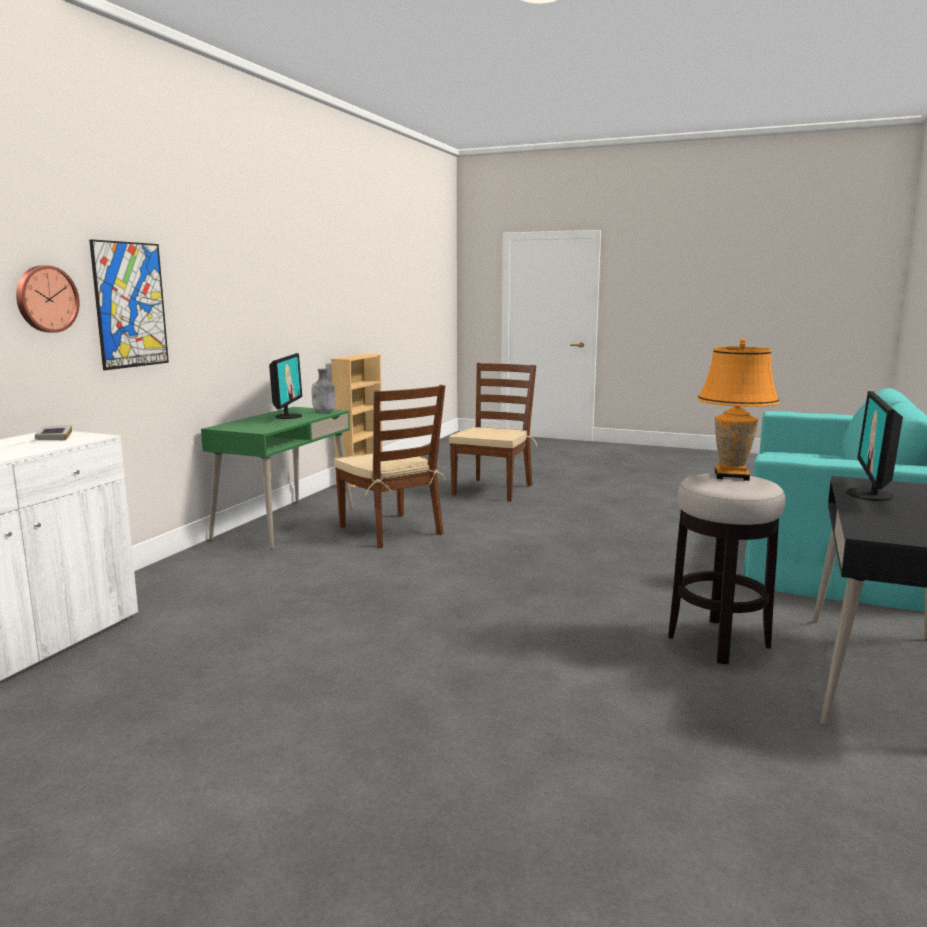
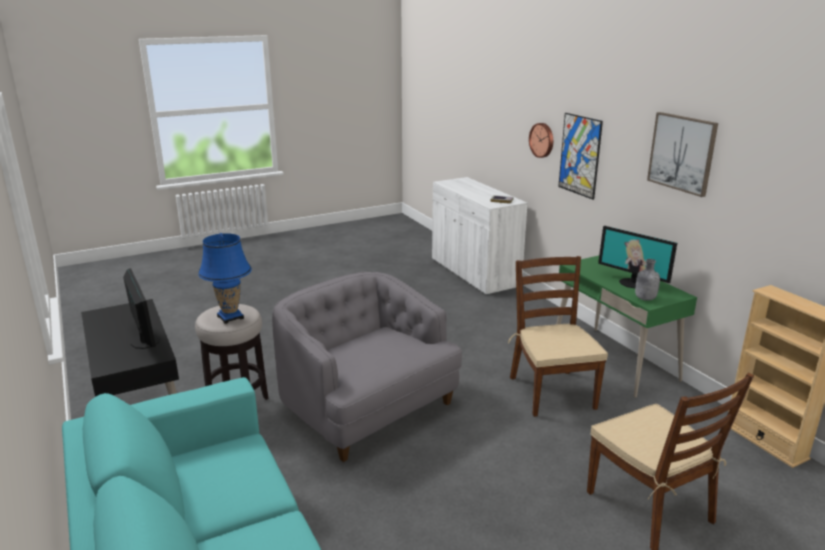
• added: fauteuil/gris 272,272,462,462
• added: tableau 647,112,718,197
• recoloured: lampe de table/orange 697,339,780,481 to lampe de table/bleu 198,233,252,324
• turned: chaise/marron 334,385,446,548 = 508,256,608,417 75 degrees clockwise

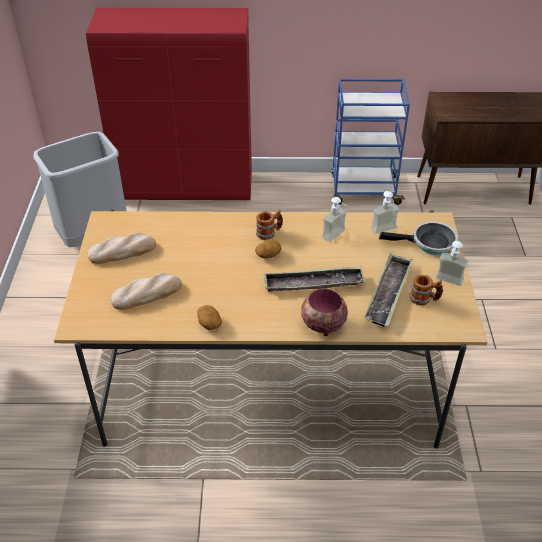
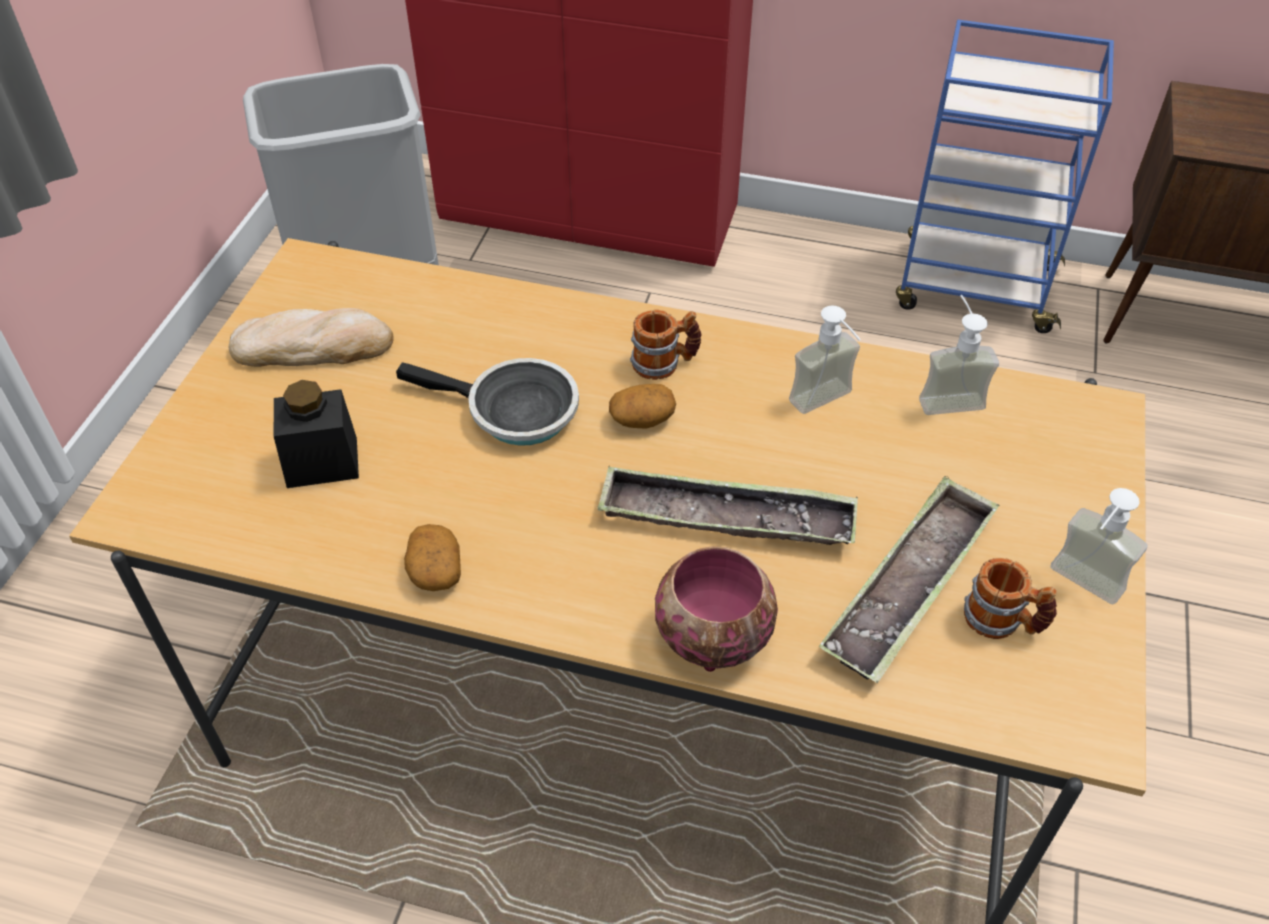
• moved: poêle 379,222,458,255 to 396,358,579,446
• replaced: pain 110,273,182,310 to bocal/noir 273,380,359,488

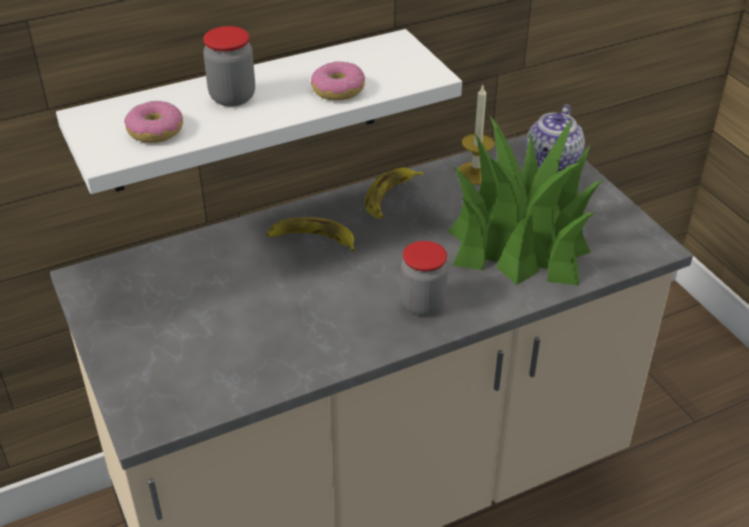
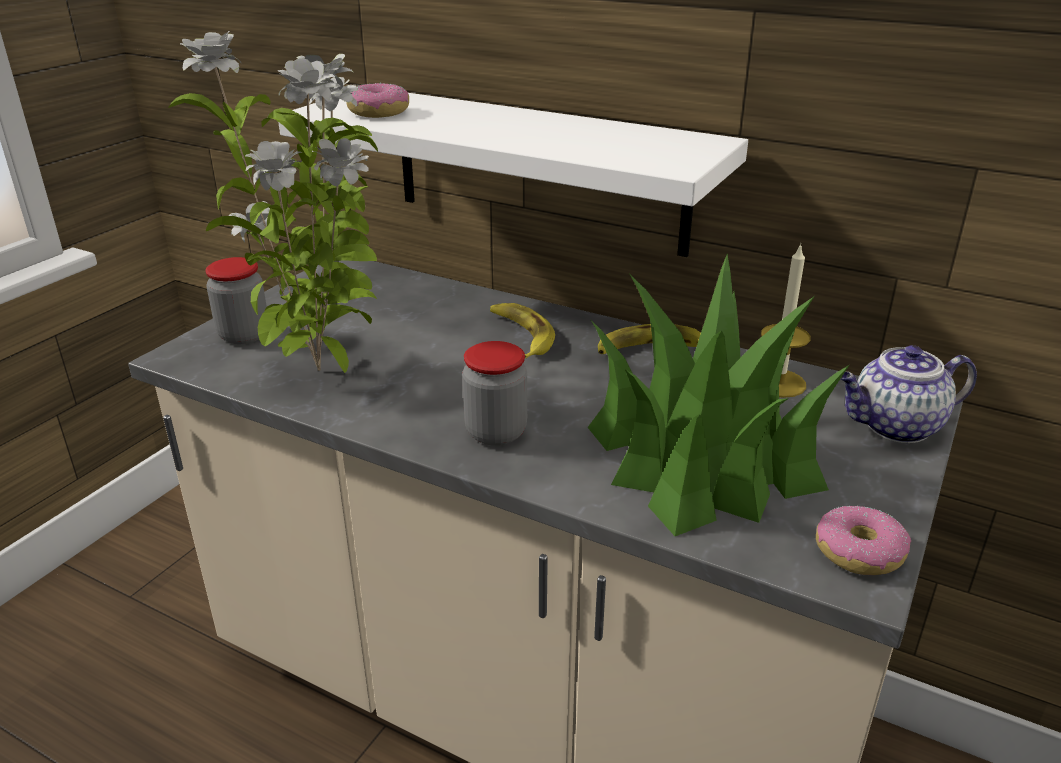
• added: plante en pot 168,31,378,373
• moved: bocal 203,26,255,107 to 205,257,267,344
• moved: beignet 311,61,365,100 to 816,506,911,575

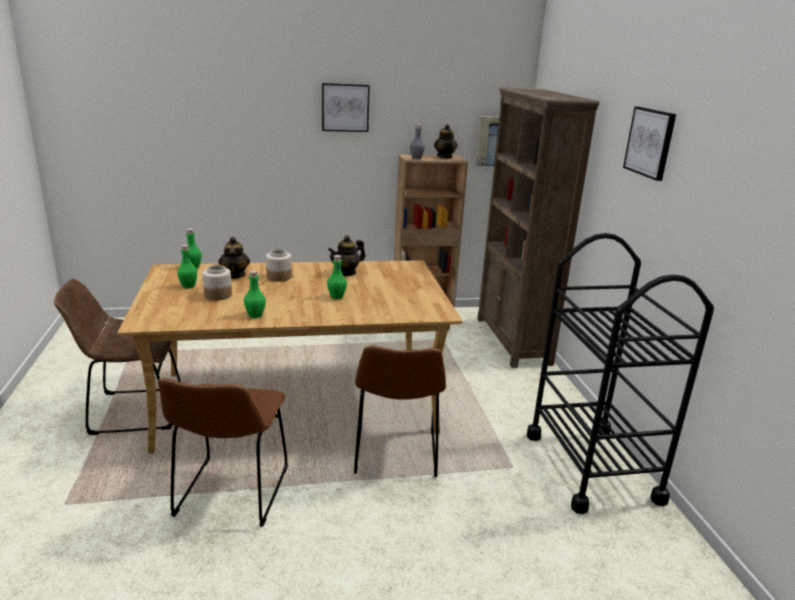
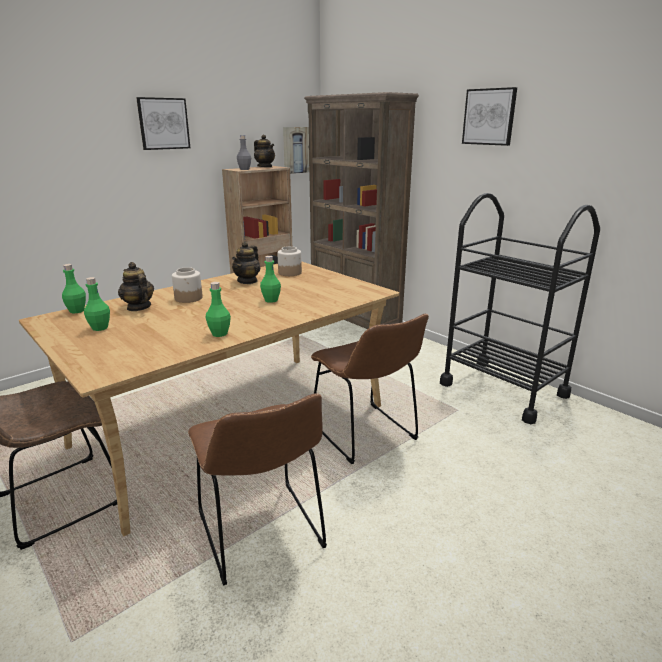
• moved: bocal 203,265,232,300 to 278,246,302,276

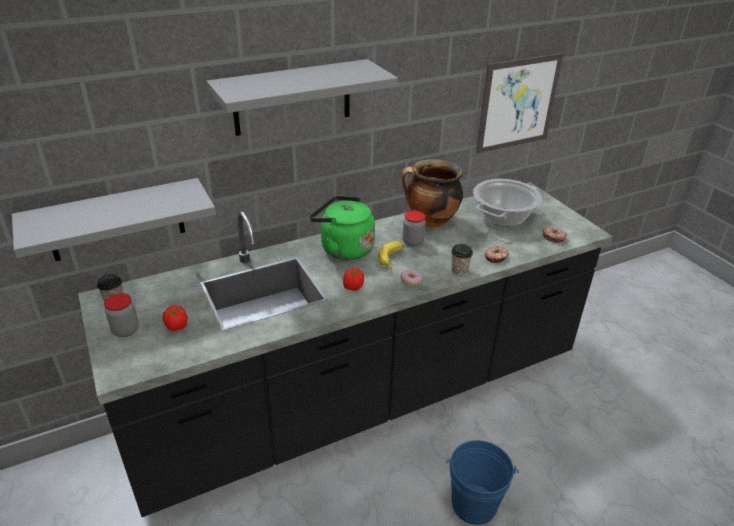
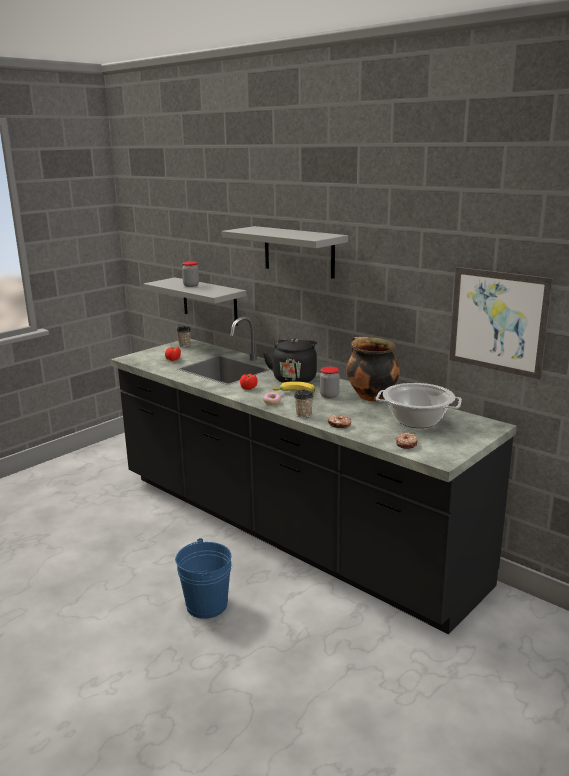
• moved: bocal 104,293,139,337 to 182,261,199,287
• recoloured: bouilloire/vert 310,196,375,260 to bouilloire/noir 263,339,317,383

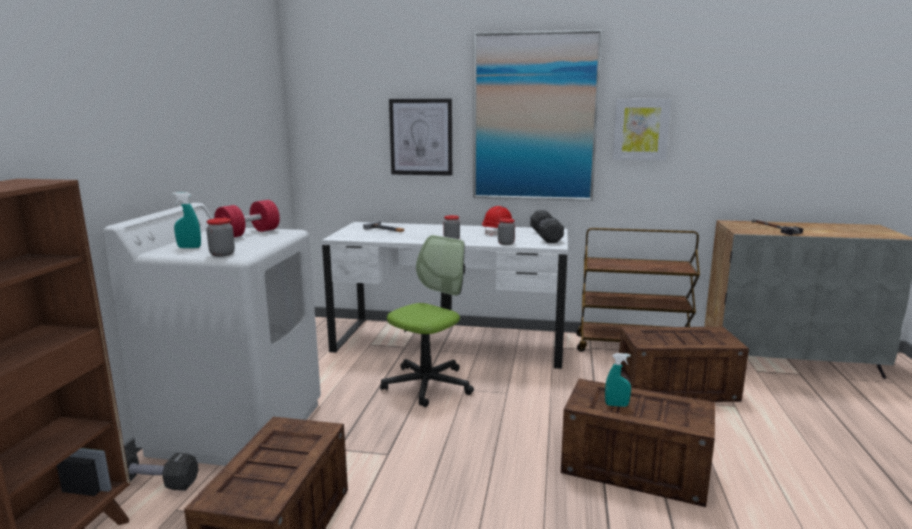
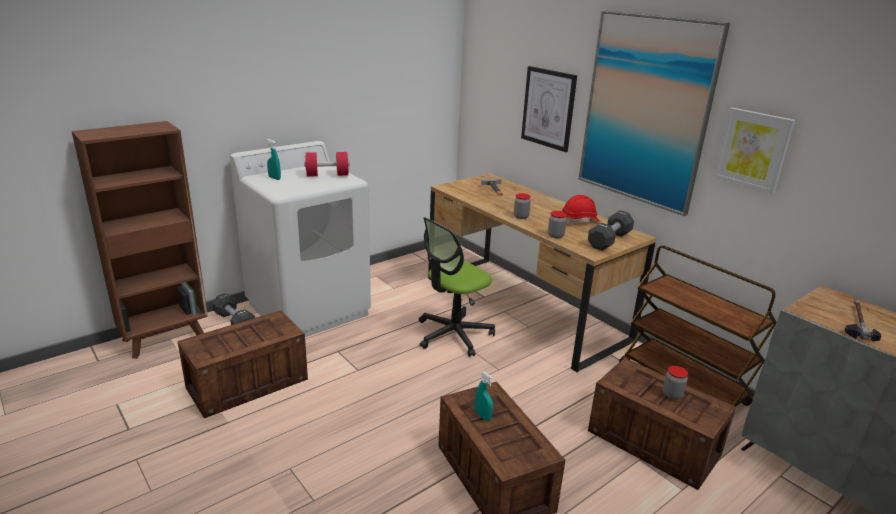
• moved: bocal 206,218,235,257 to 663,366,688,400
• recoloured: bureau/blanc 322,222,568,369 to bureau/marron 428,173,657,373
• turned: chaise de bureau 380,235,474,407 = 419,217,495,357 150 degrees clockwise

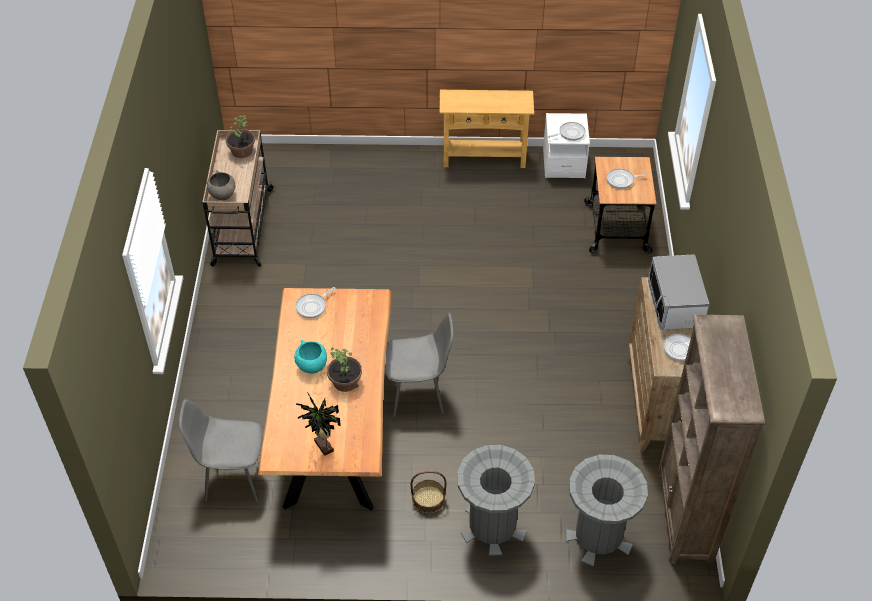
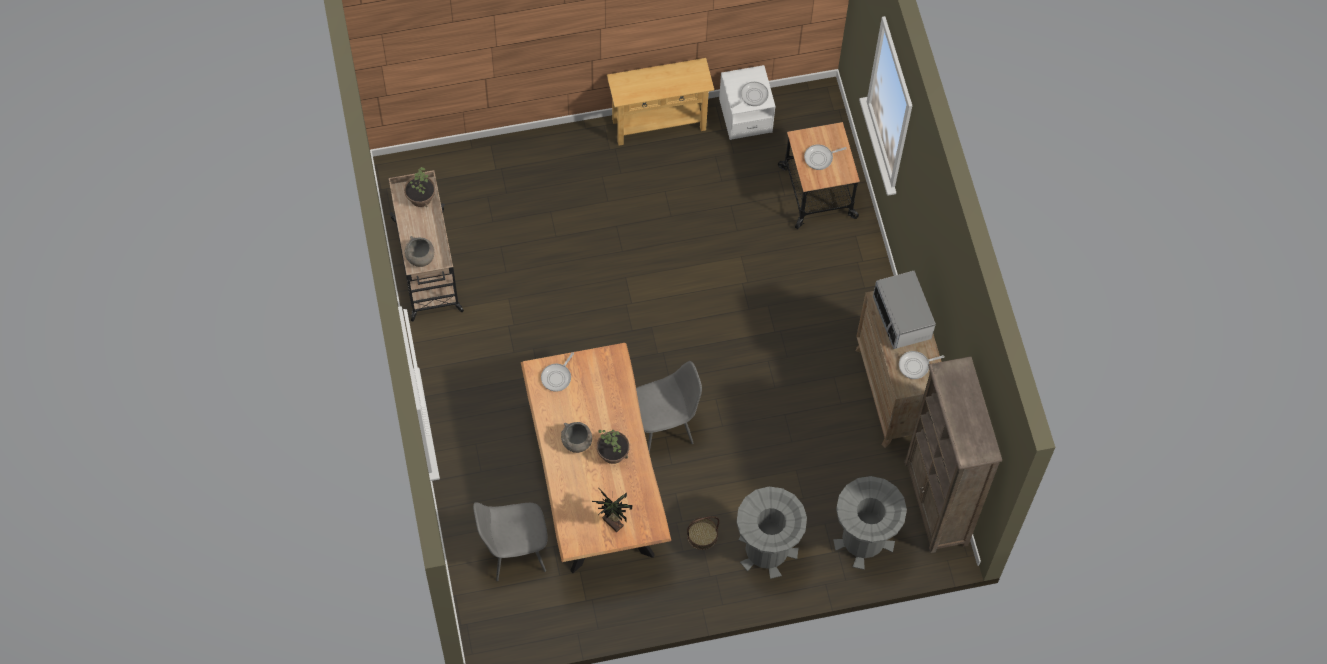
• recoloured: bol/turquoise 294,340,327,373 to bol/gris 561,422,592,453

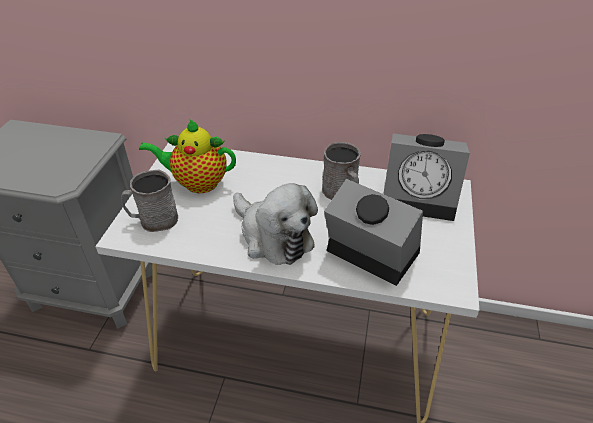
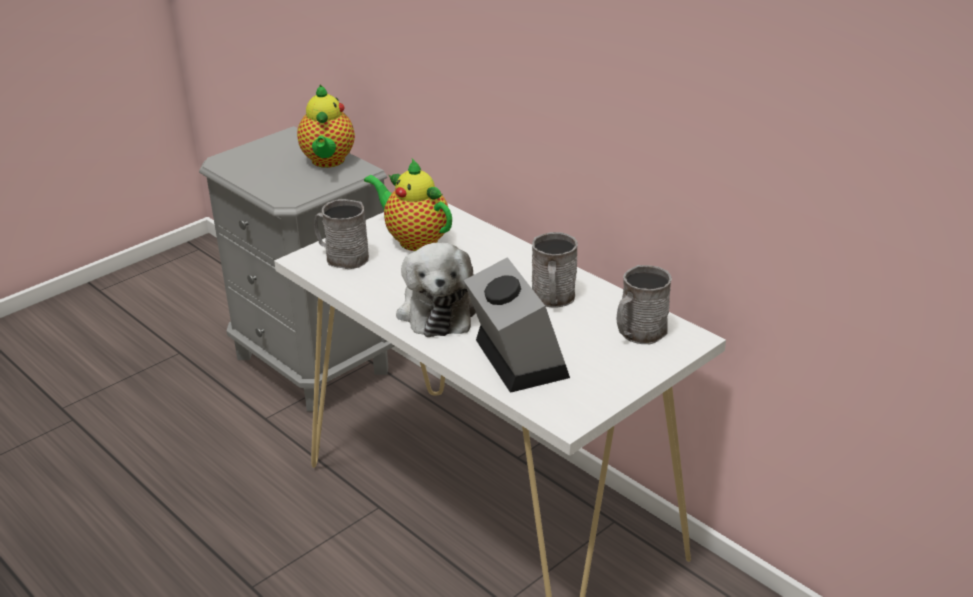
• added: théière 297,85,355,168
• replaced: réveil 384,133,470,221 to mug/gris 617,265,672,344

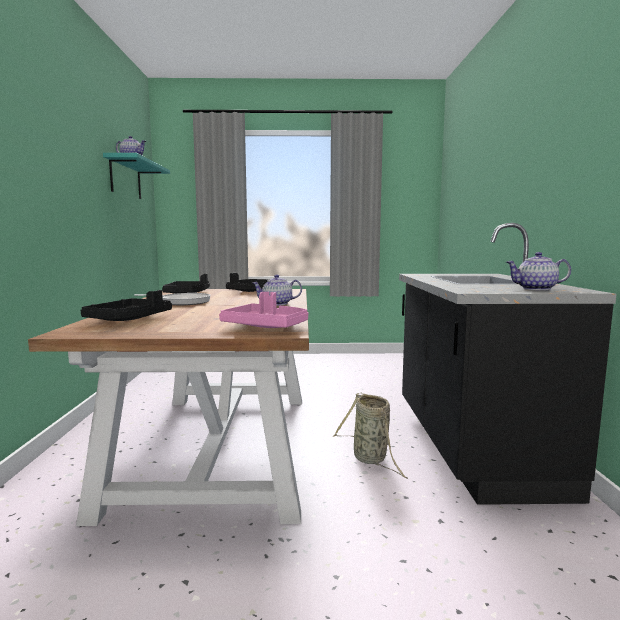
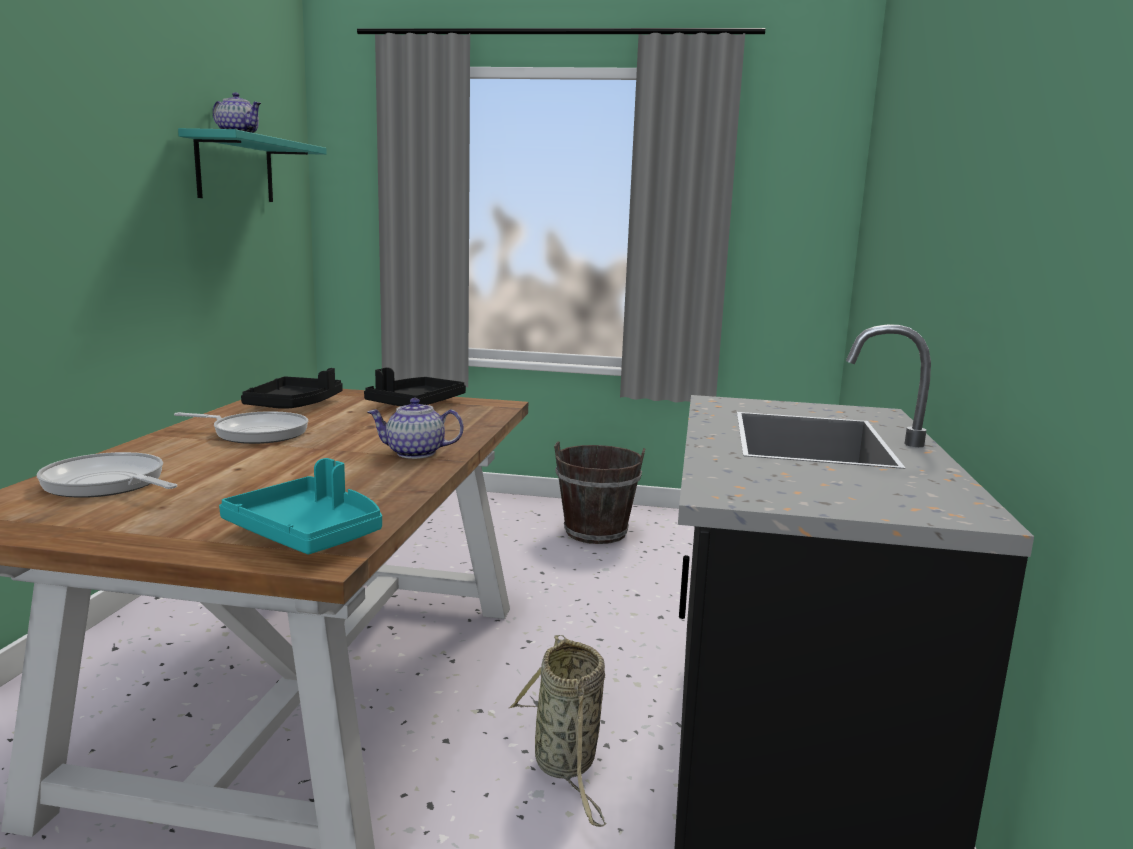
• removed: théière 506,252,571,290
• added: seau/marron 554,441,646,544
• replaced: plateau/noir 81,290,172,321 to poêle 37,452,177,498
• recoloured: plateau/rose 219,292,308,328 to plateau/turquoise 219,458,382,554

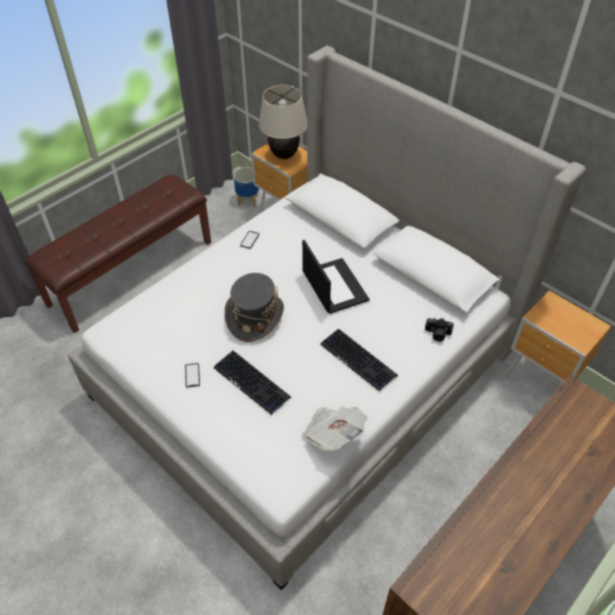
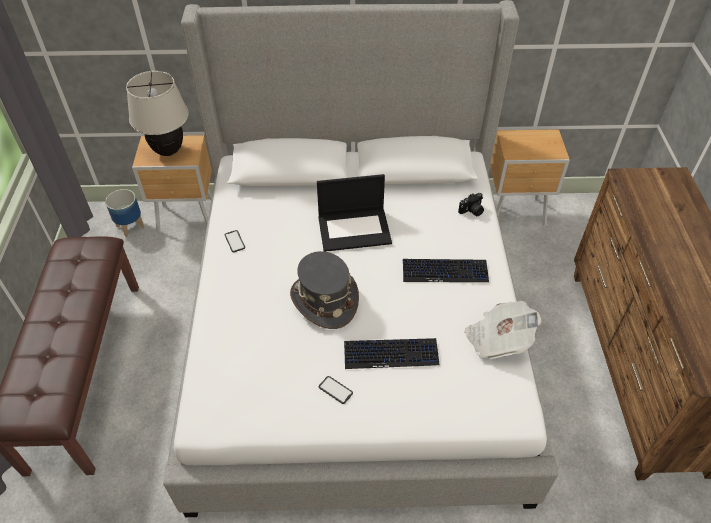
• turned: ordinateur portable 302,240,369,314 = 317,174,392,252 150 degrees clockwise

